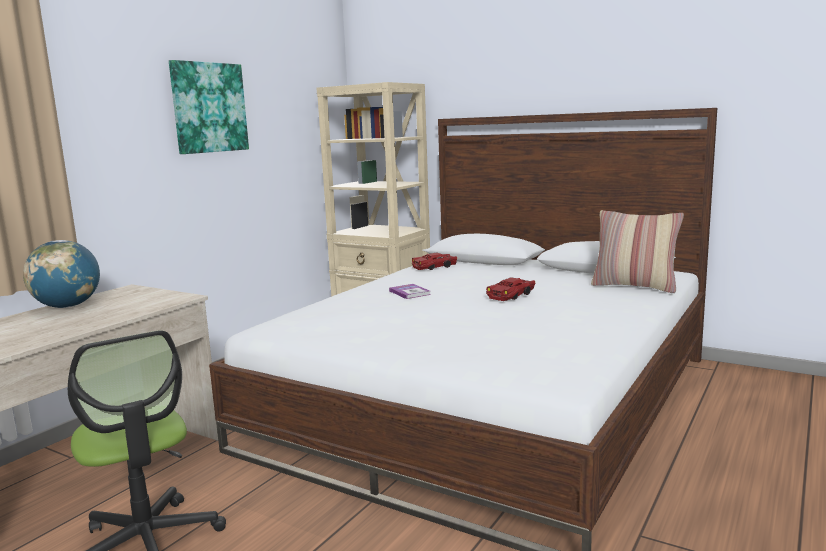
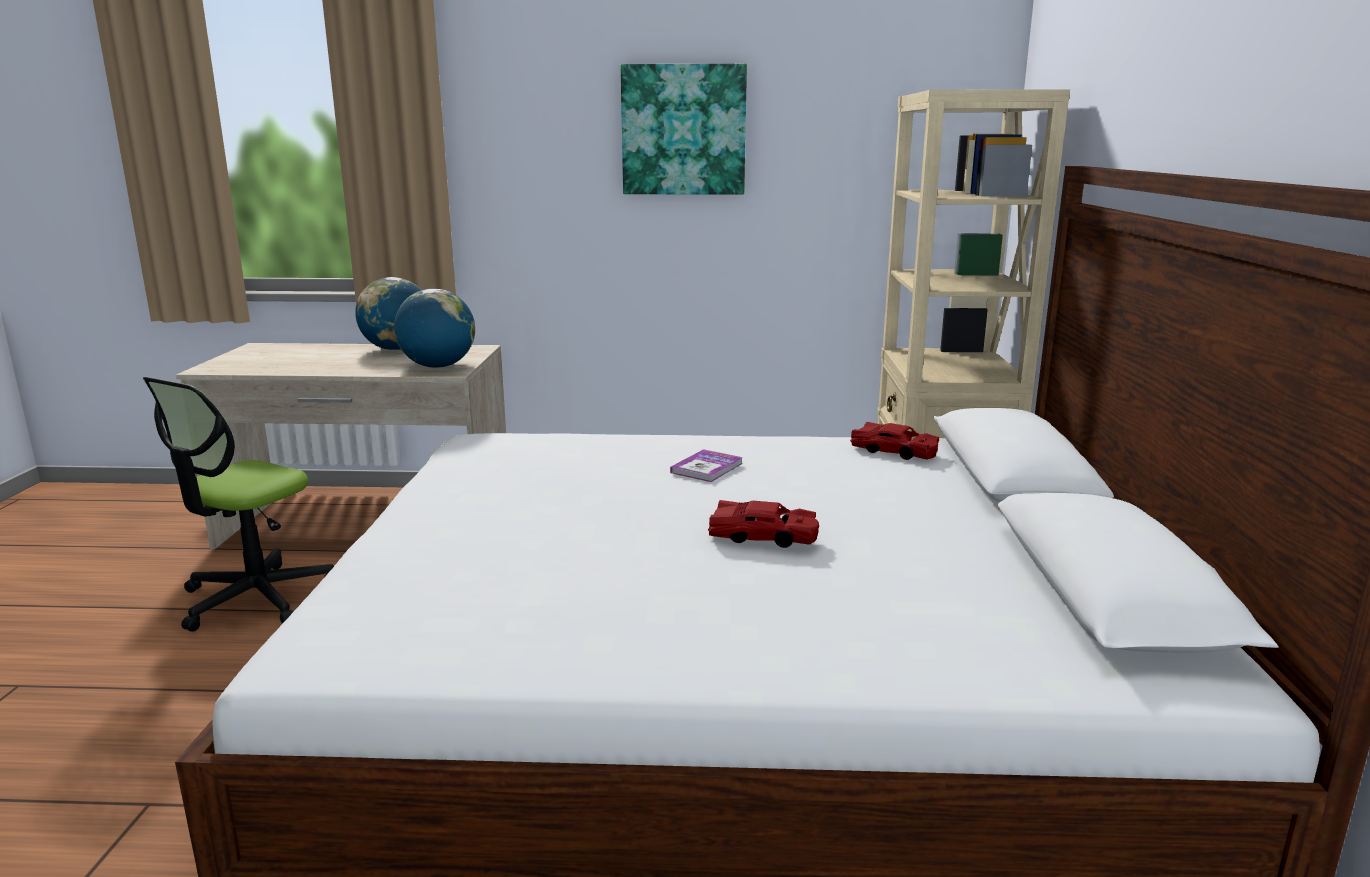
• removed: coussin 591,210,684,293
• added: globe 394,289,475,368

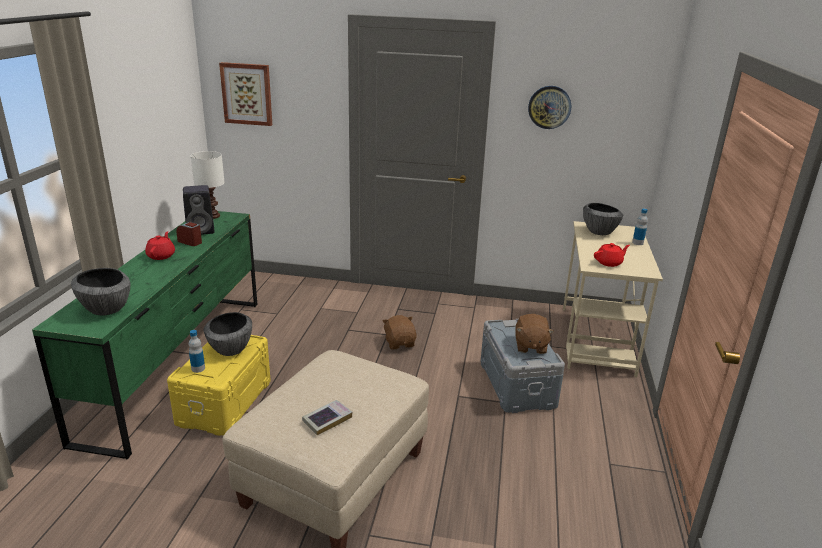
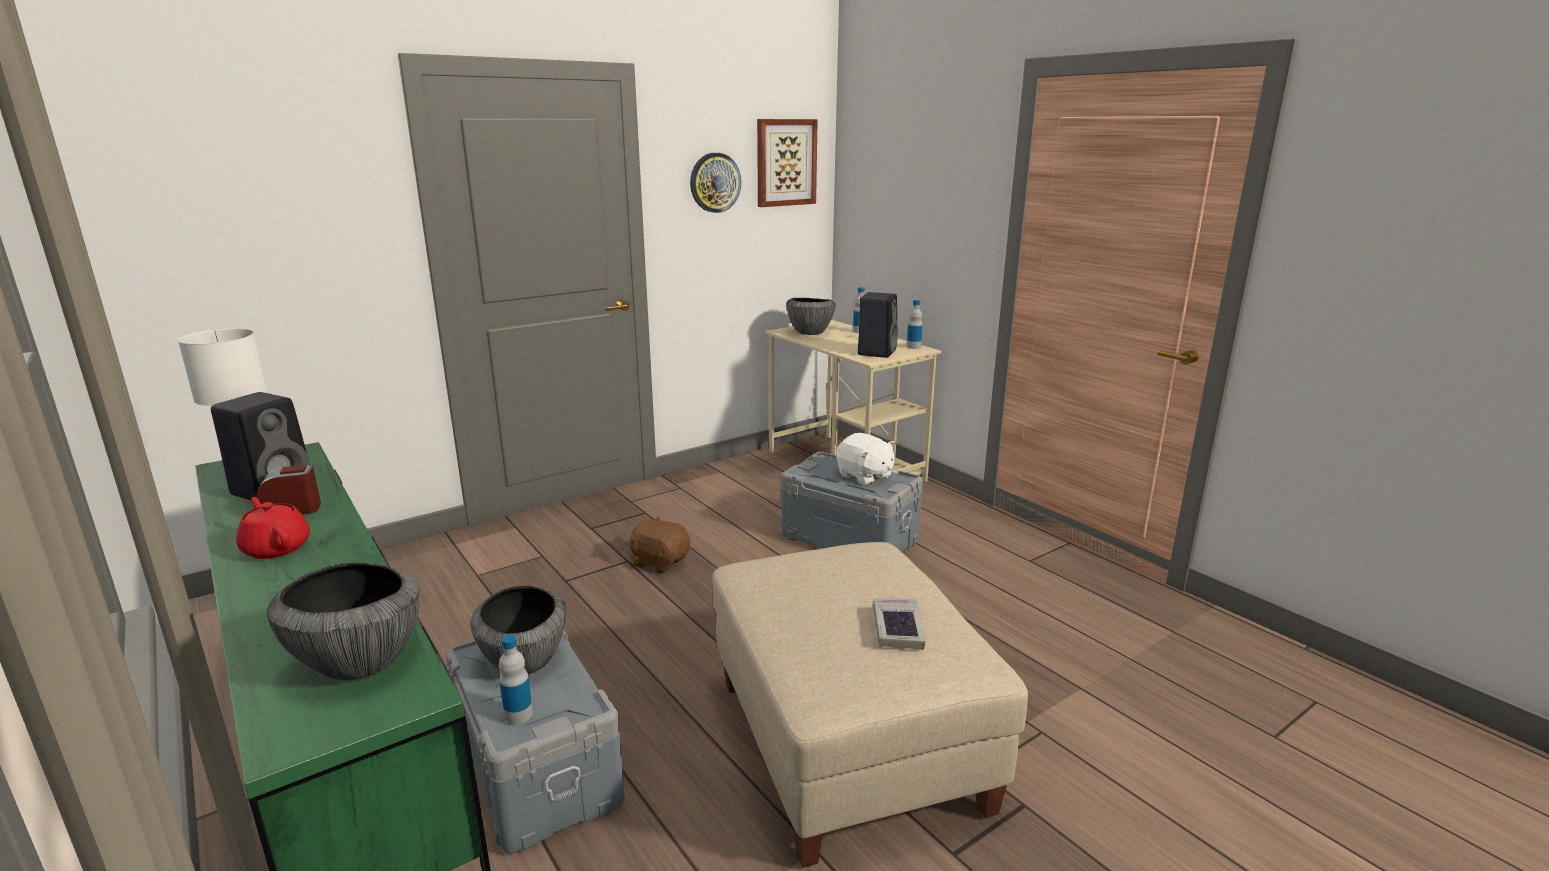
• added: bouteille 907,300,923,349
• moved: tableau 219,62,272,126 to 757,119,818,207
• replaced: théière/rouge 594,243,630,267 to enceinte/noir 858,292,898,358
• recoloured: boîte de rangement/jaune 167,335,271,436 to boîte de rangement/gris 446,631,625,854
• recoloured: peluche/marron 516,314,554,354 to peluche/blanc 836,433,895,485

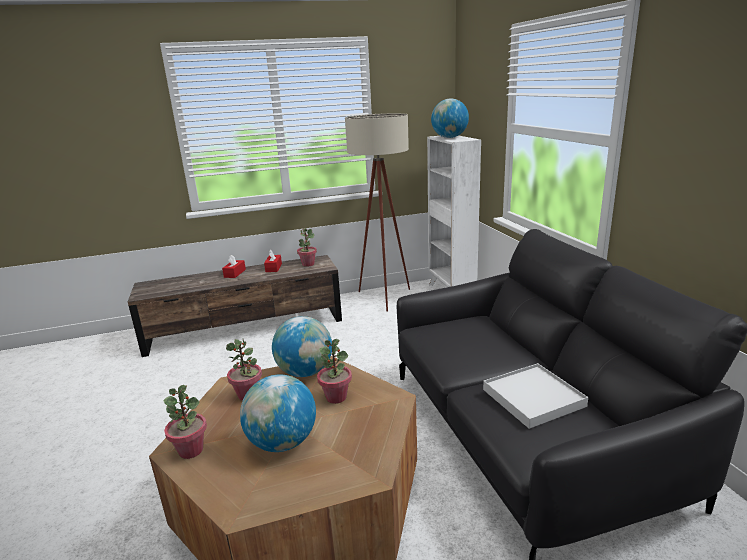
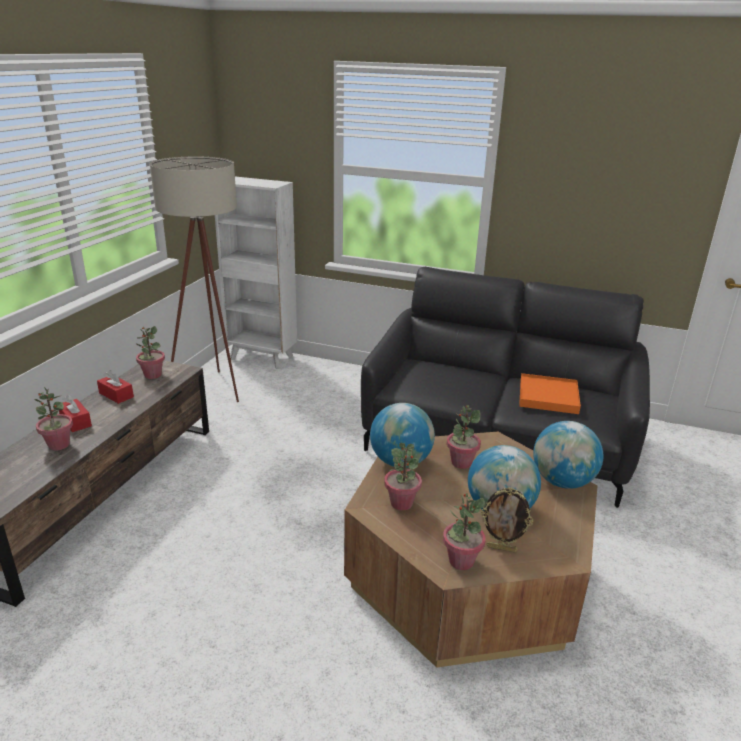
• added: plante en pot 35,387,73,451
• added: cadre photo 481,487,533,552
• moved: globe 431,98,469,138 to 533,421,603,489
• recoloured: plateau/blanc 483,363,588,429 to plateau/orange 519,373,581,414

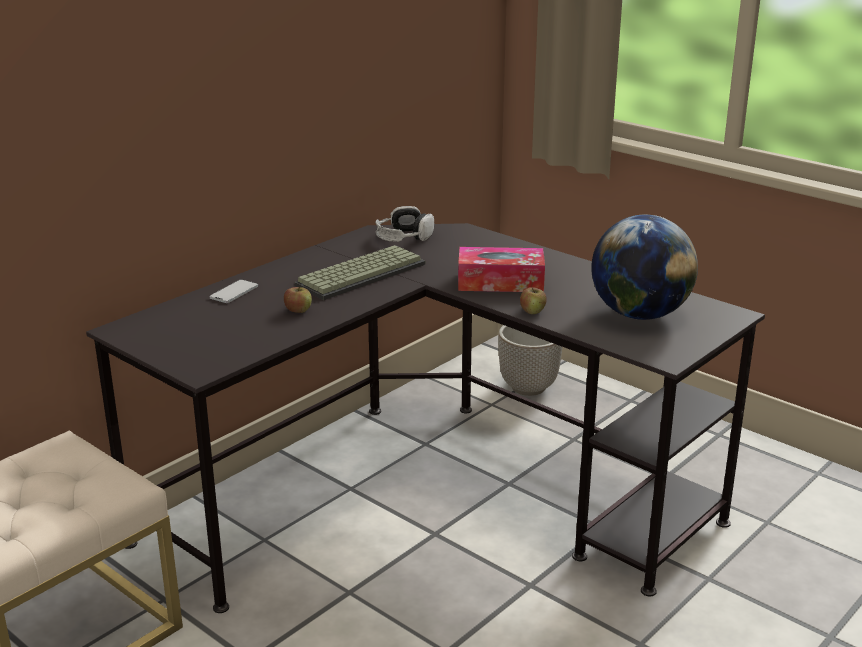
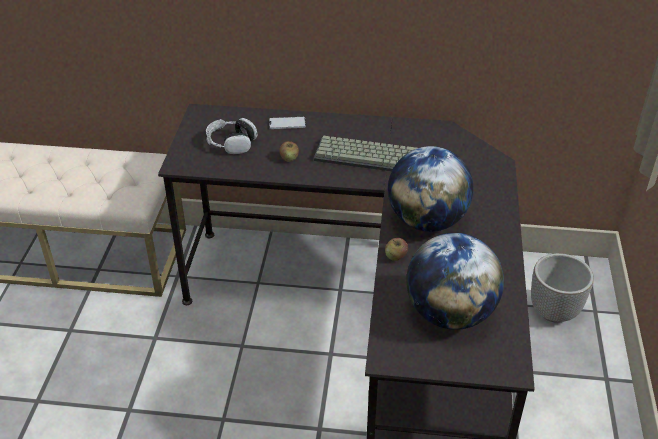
• moved: casque audio 375,206,434,242 to 206,118,257,154
• replaced: boîte à mouchoirs 458,247,545,292 to globe 388,146,474,232

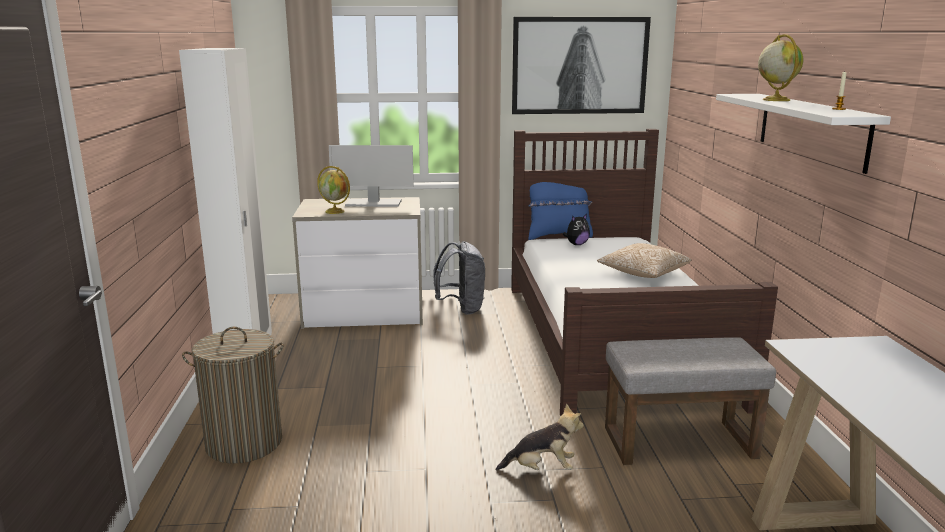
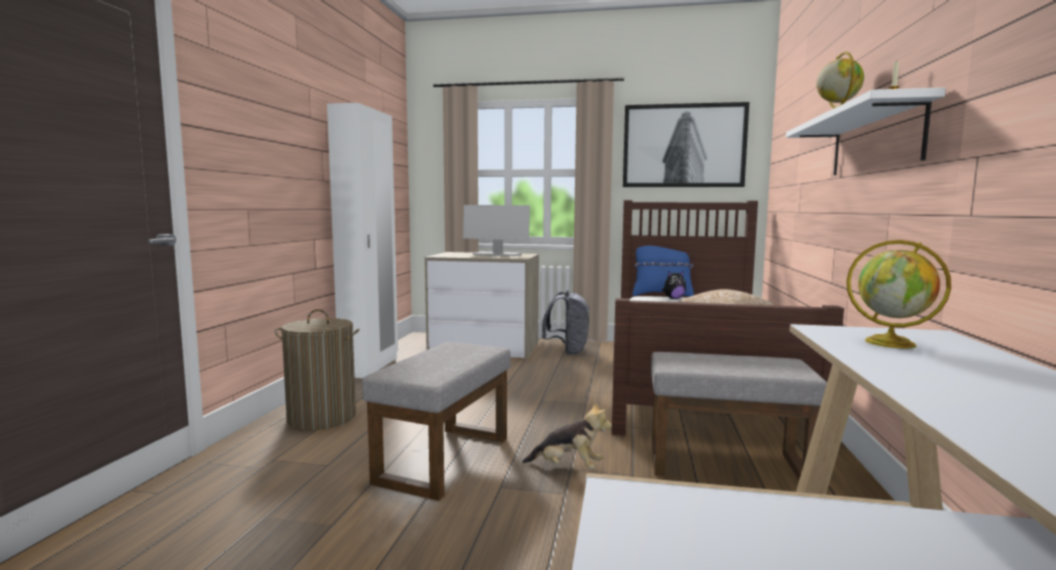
• added: pouf/gris 362,342,510,501
• moved: globe 317,166,350,214 to 846,240,951,349

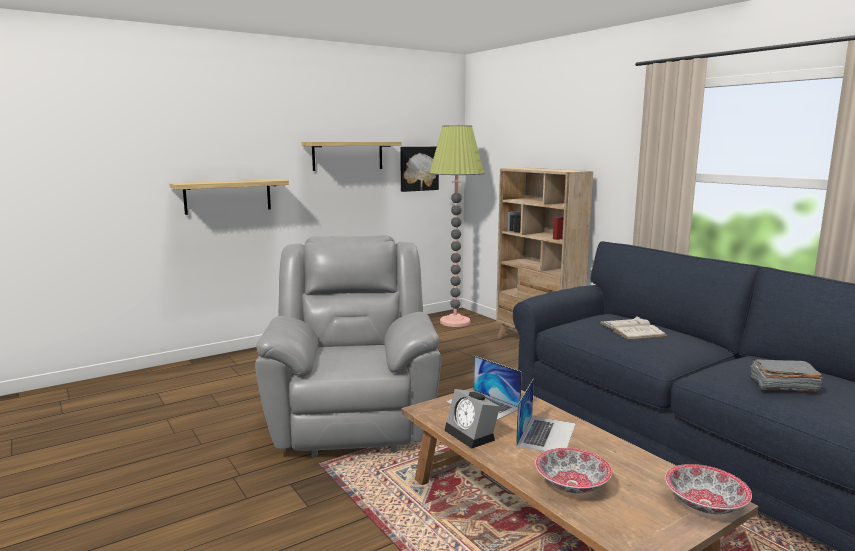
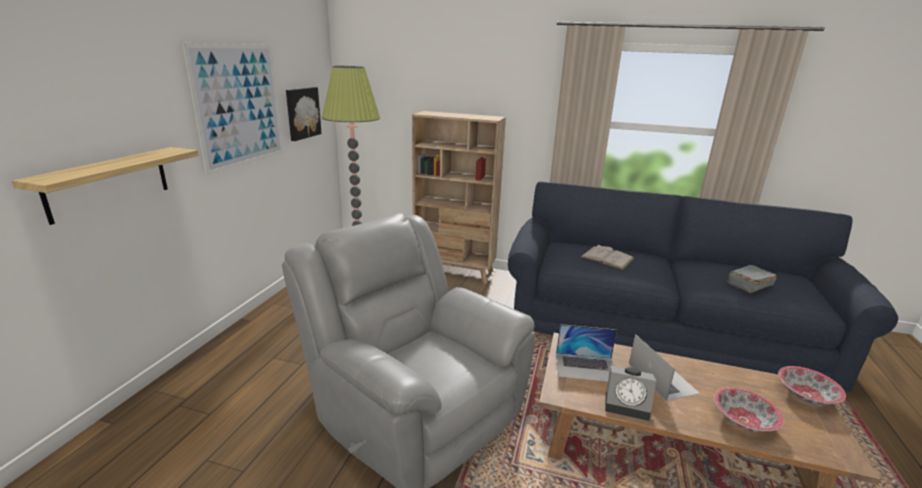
• replaced: étagère 302,142,402,171 to tableau 182,43,283,175

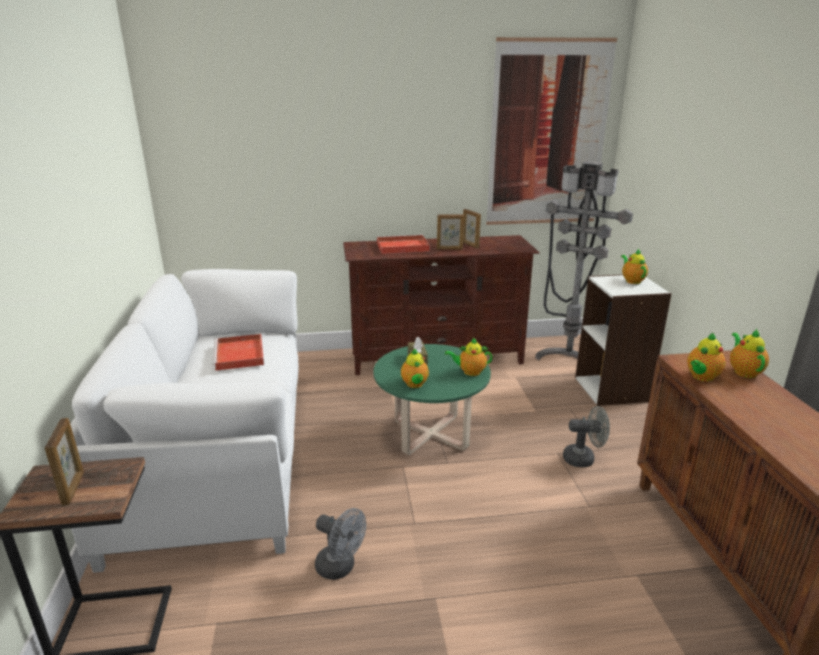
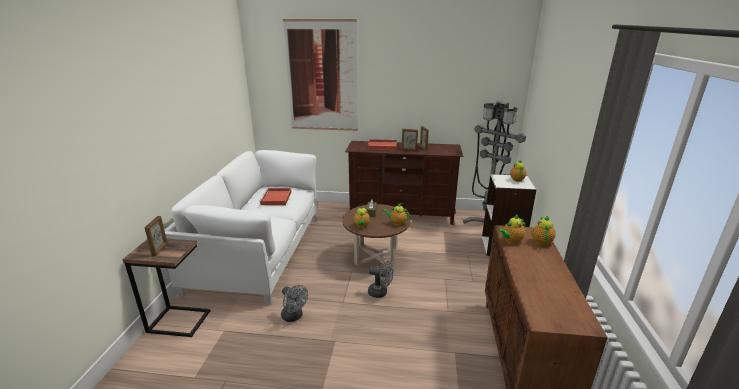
• moved: tableau 486,37,617,225 to 283,19,358,131
• moved: ventilateur/gris 563,406,610,467 to 368,261,394,298
• recoloured: table basse/vert 373,344,491,455 to table basse/marron 342,204,411,267

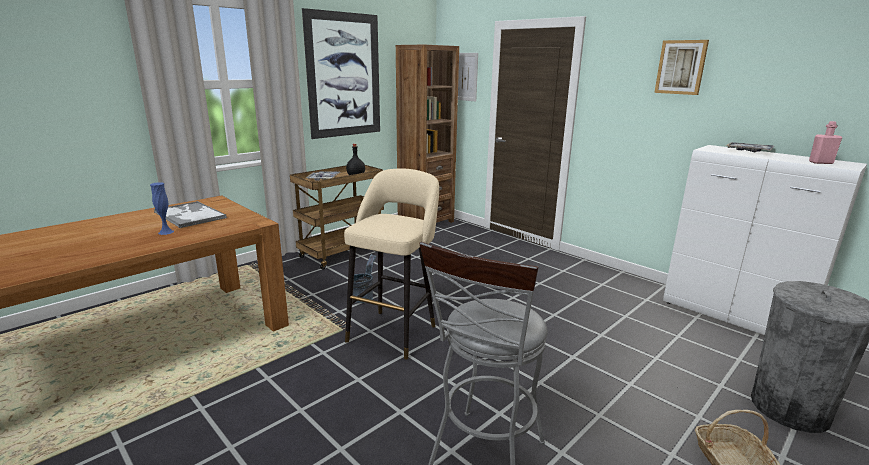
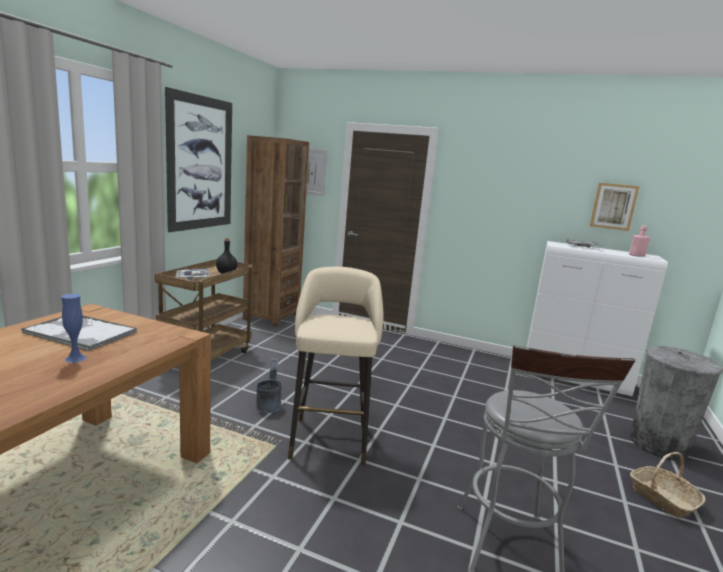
• moved: tableau 654,40,709,95 to 590,183,640,231

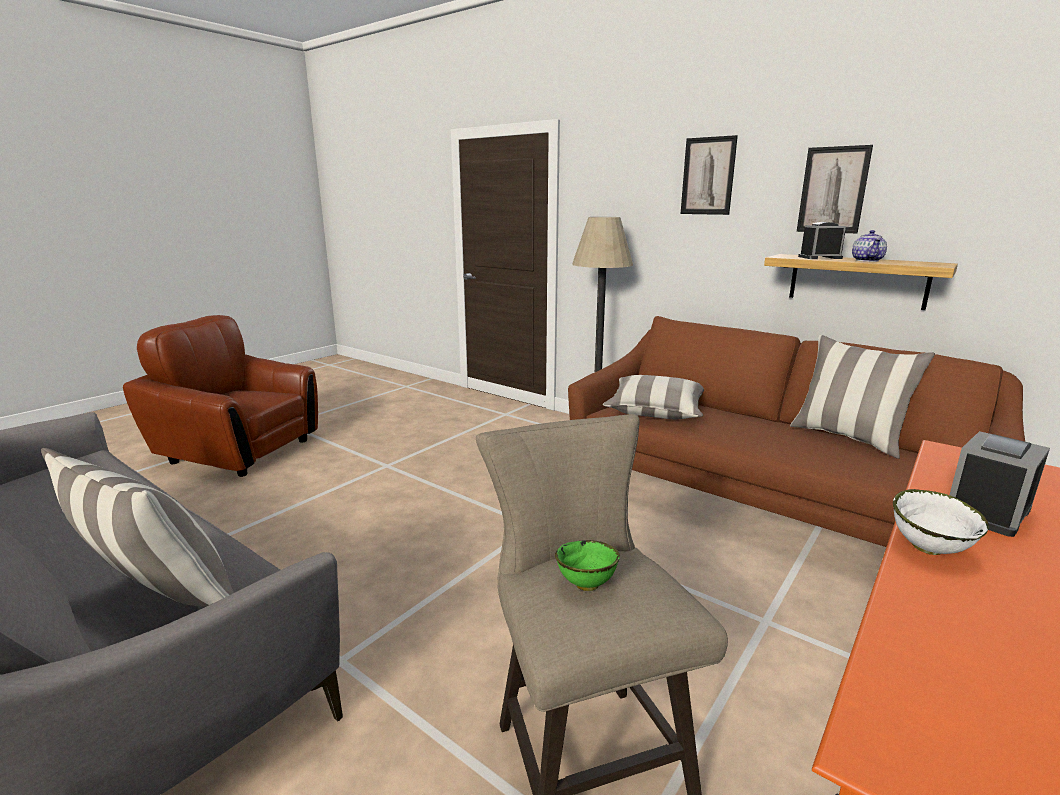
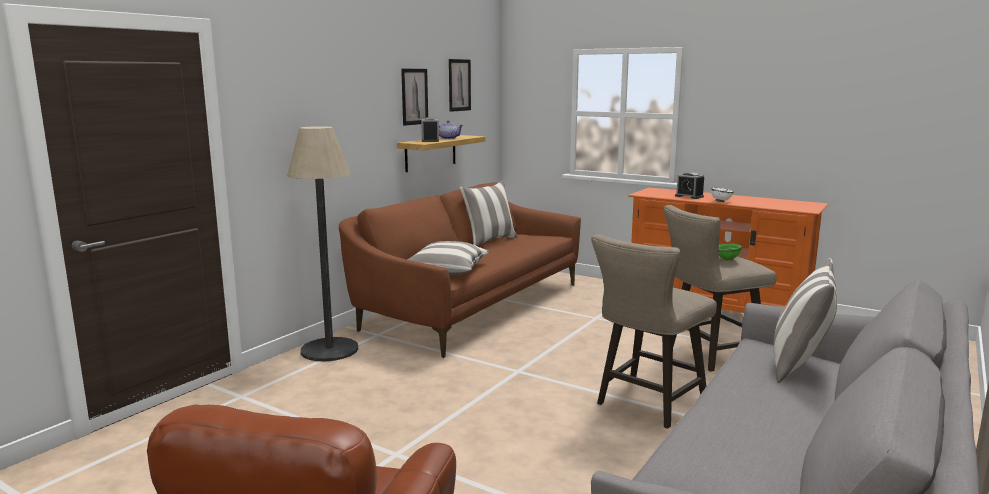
• added: tabouret/beige 591,234,717,429
• moved: tableau 681,135,738,215 to 449,59,471,112

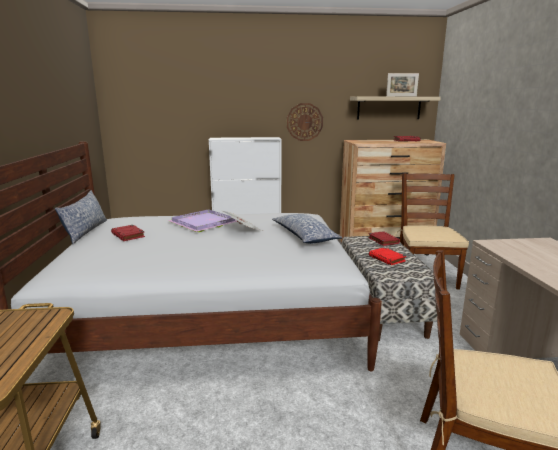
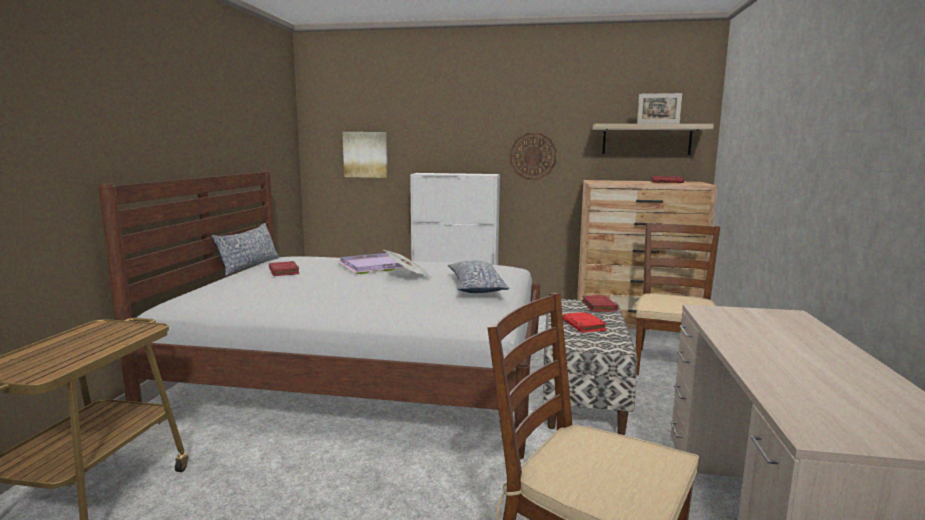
• added: tableau 343,132,388,178

